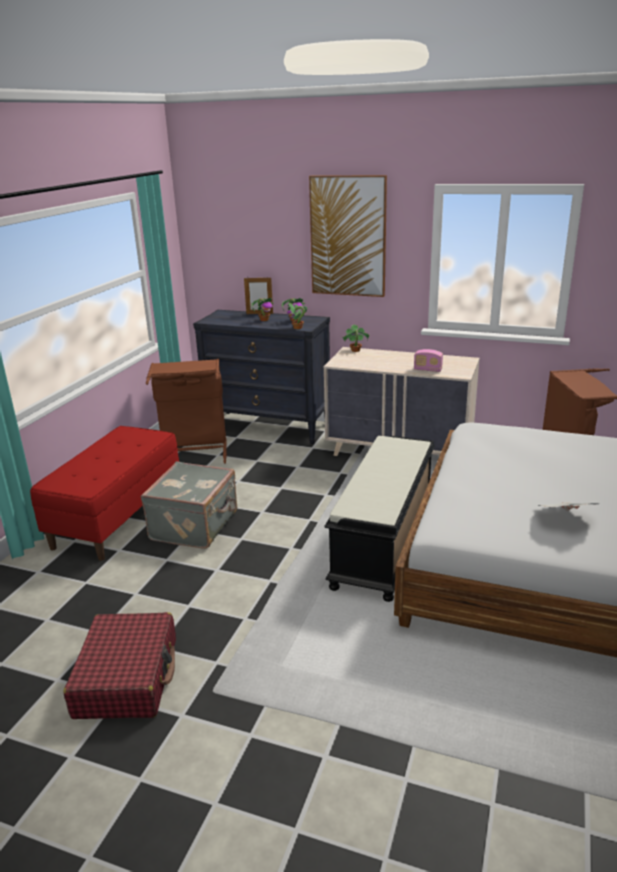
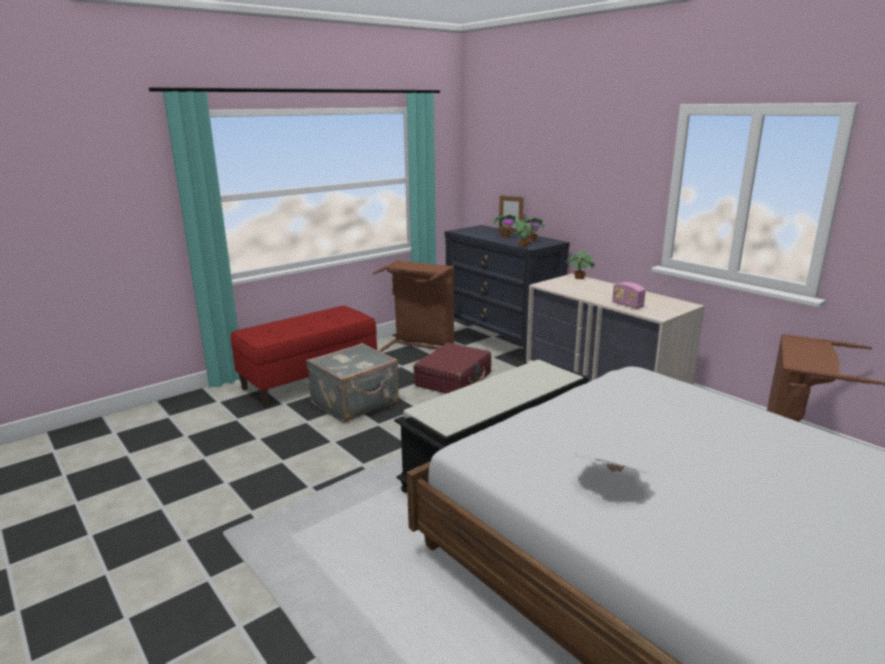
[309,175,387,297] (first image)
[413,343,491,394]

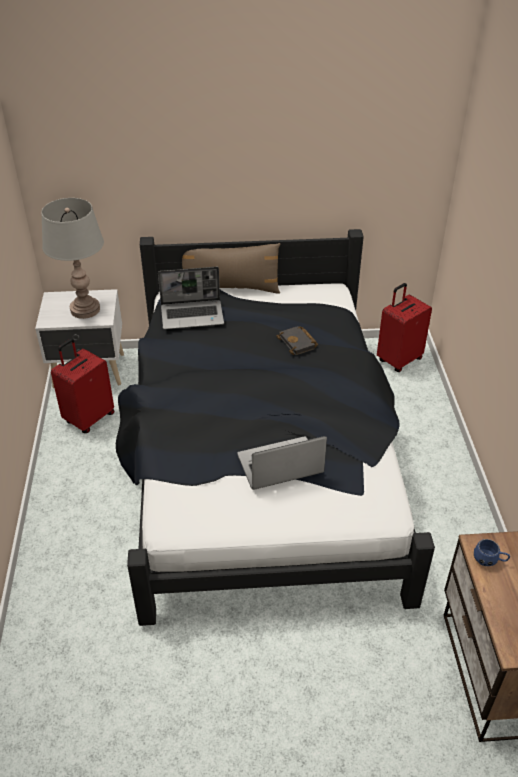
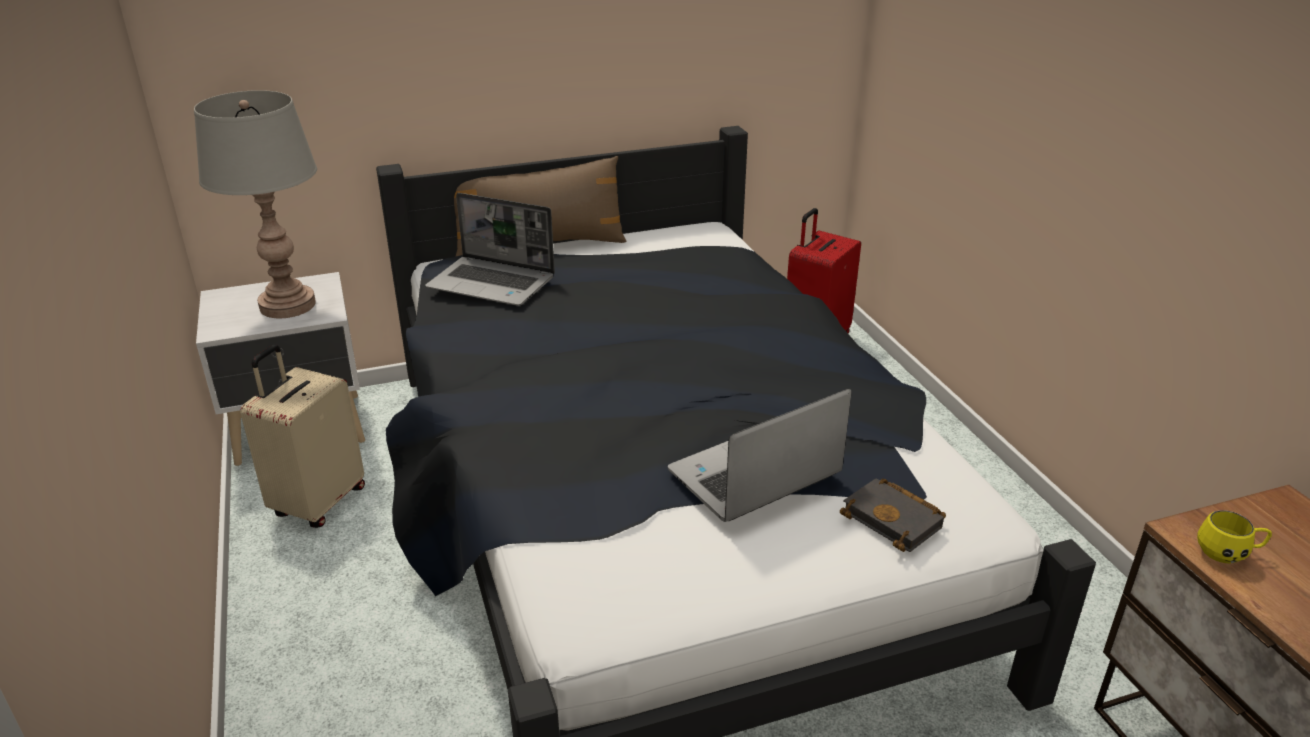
[425,193,555,306]
[840,478,946,552]
[240,345,365,528]
[1197,510,1272,563]

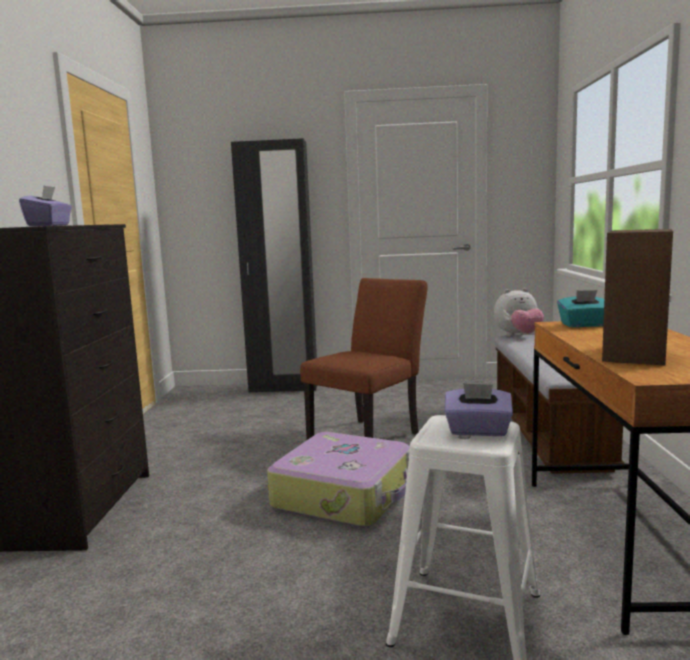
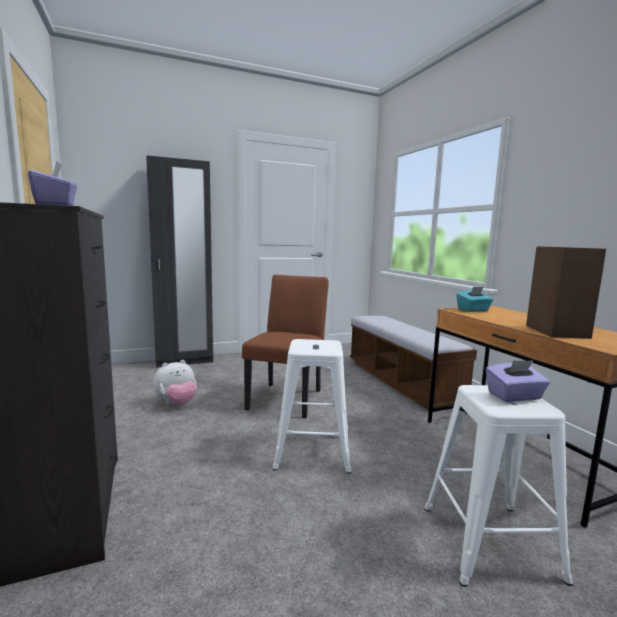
[153,360,197,405]
[272,339,351,474]

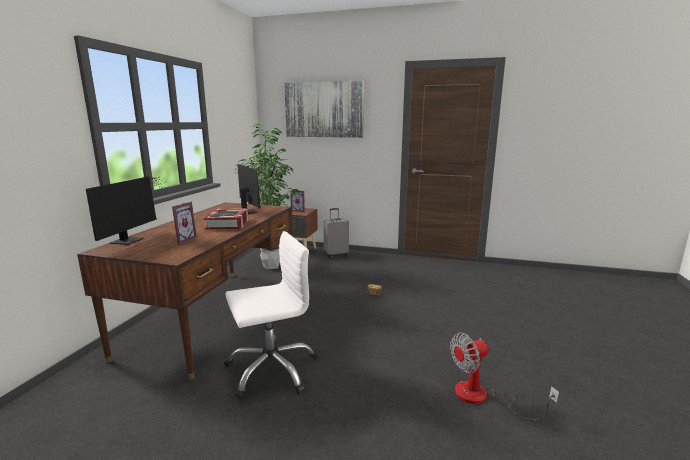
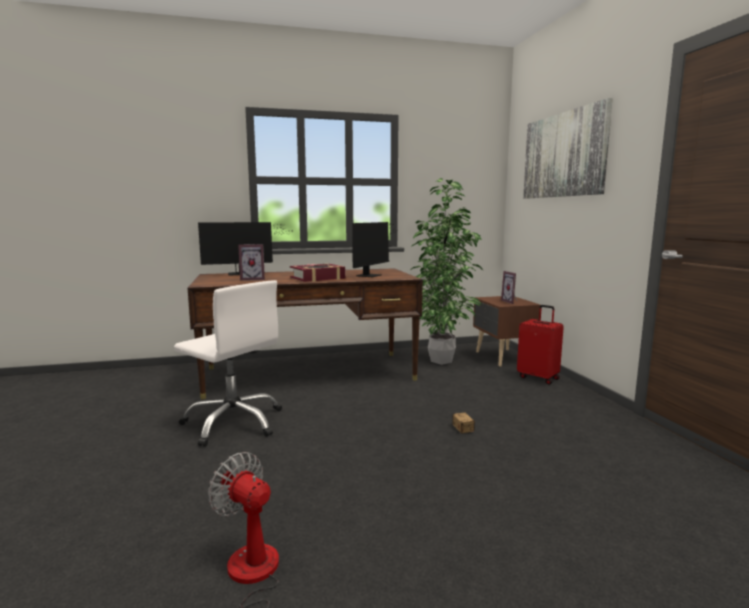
[517,305,564,384]

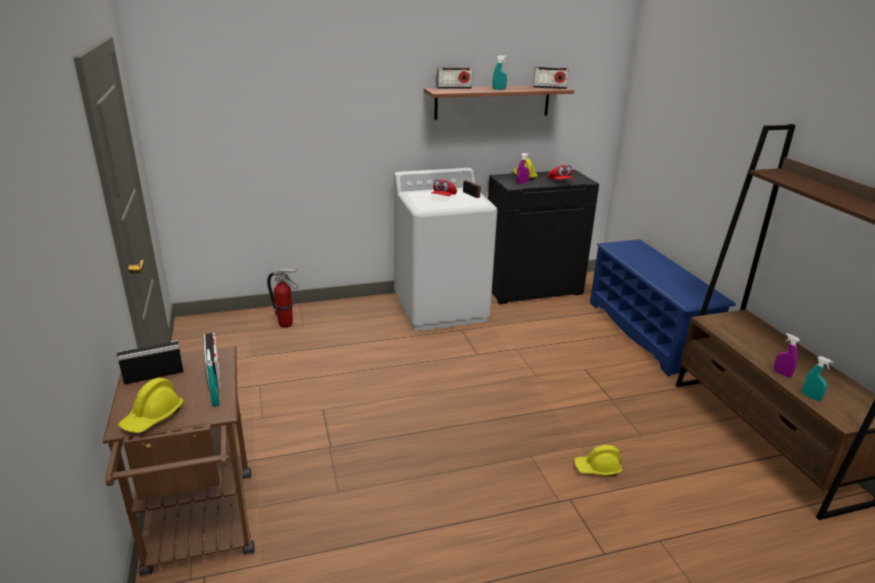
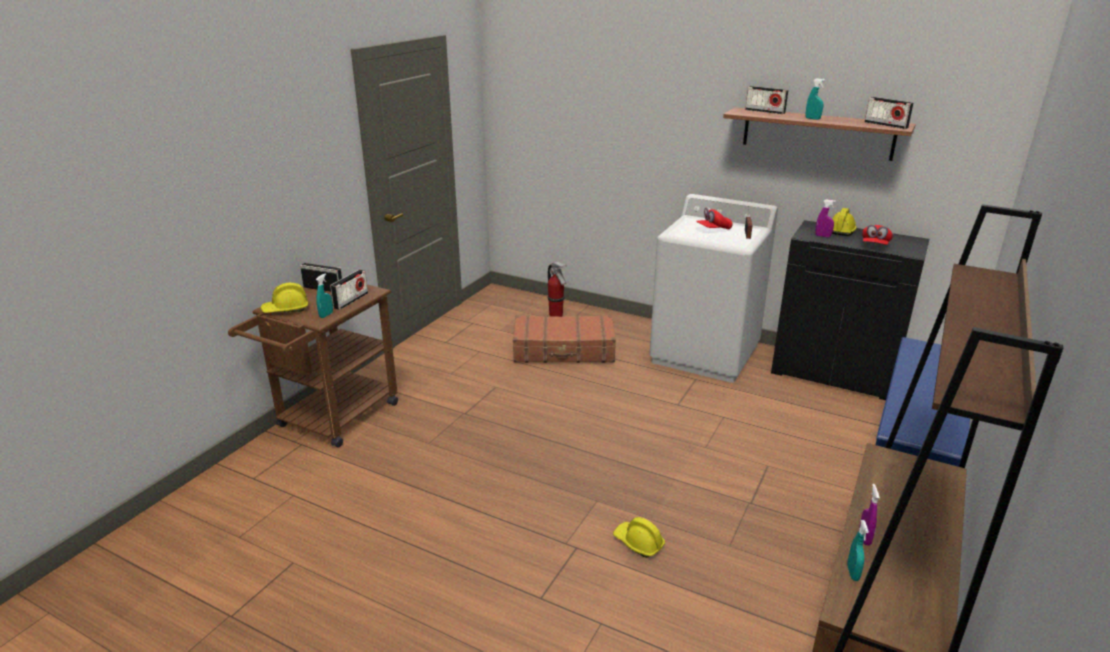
[513,315,616,363]

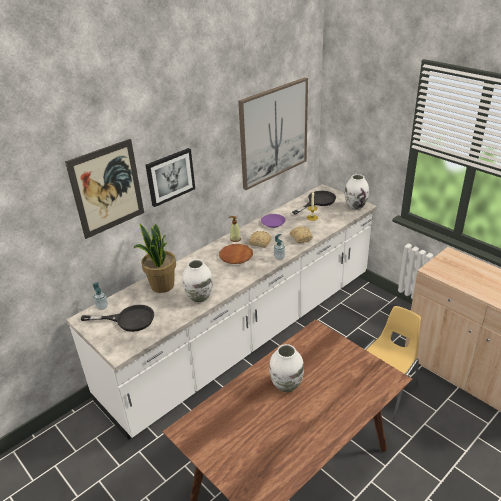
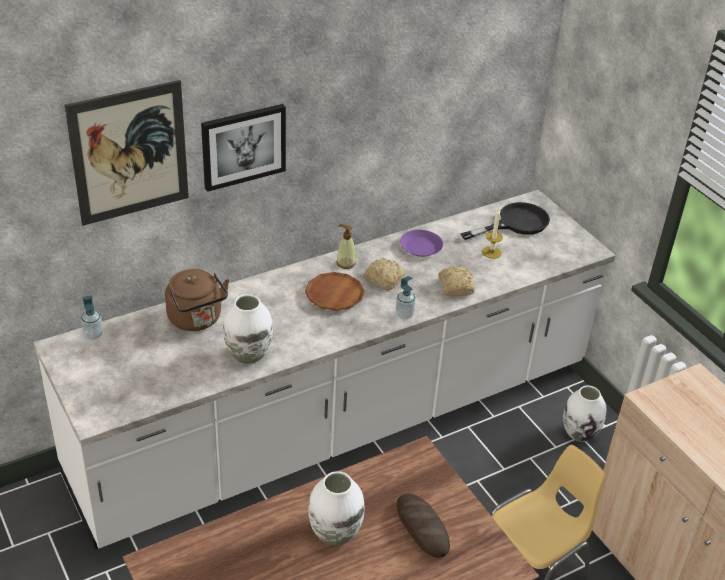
[238,77,308,190] (first image)
[563,386,607,442]
[165,269,229,331]
[81,305,154,332] (first image)
[396,493,450,558]

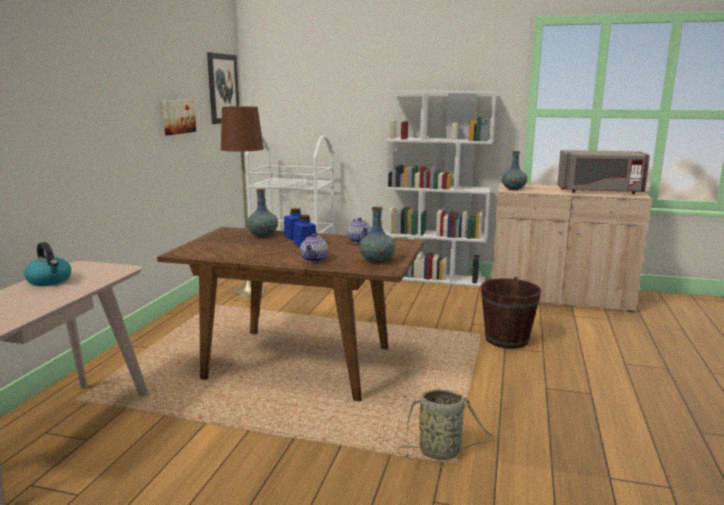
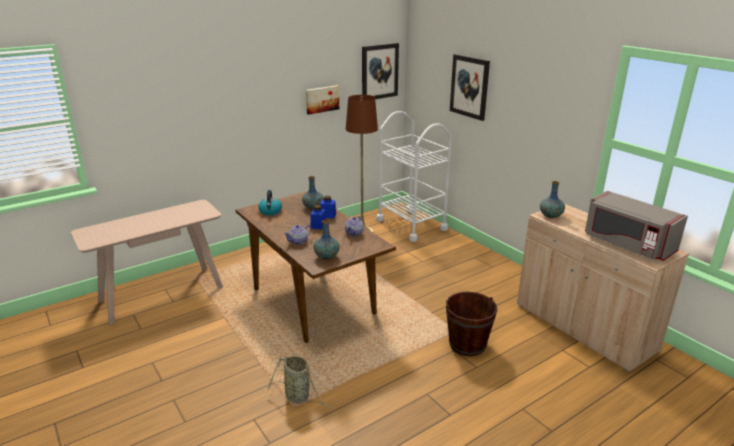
[385,91,497,287] (first image)
[258,190,282,215]
[450,54,490,121]

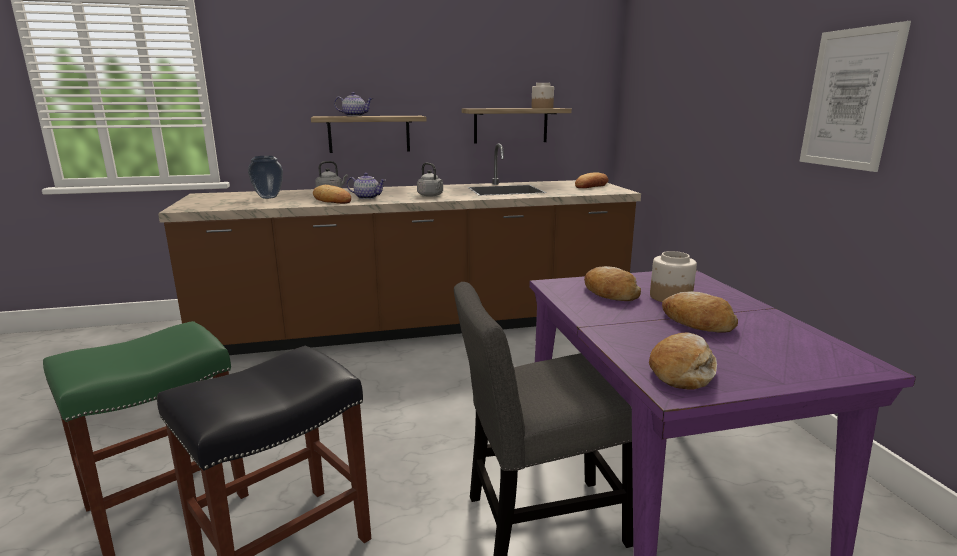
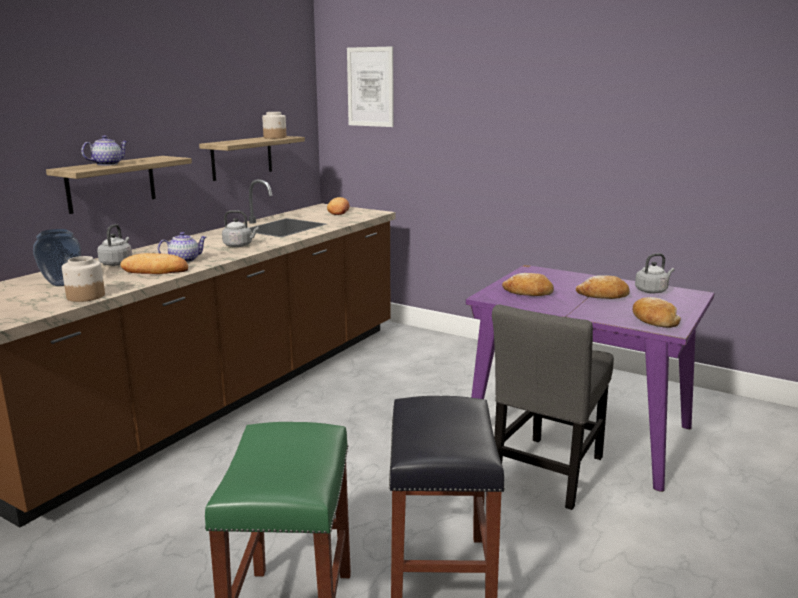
[347,46,393,127]
[62,256,105,302]
[635,253,674,293]

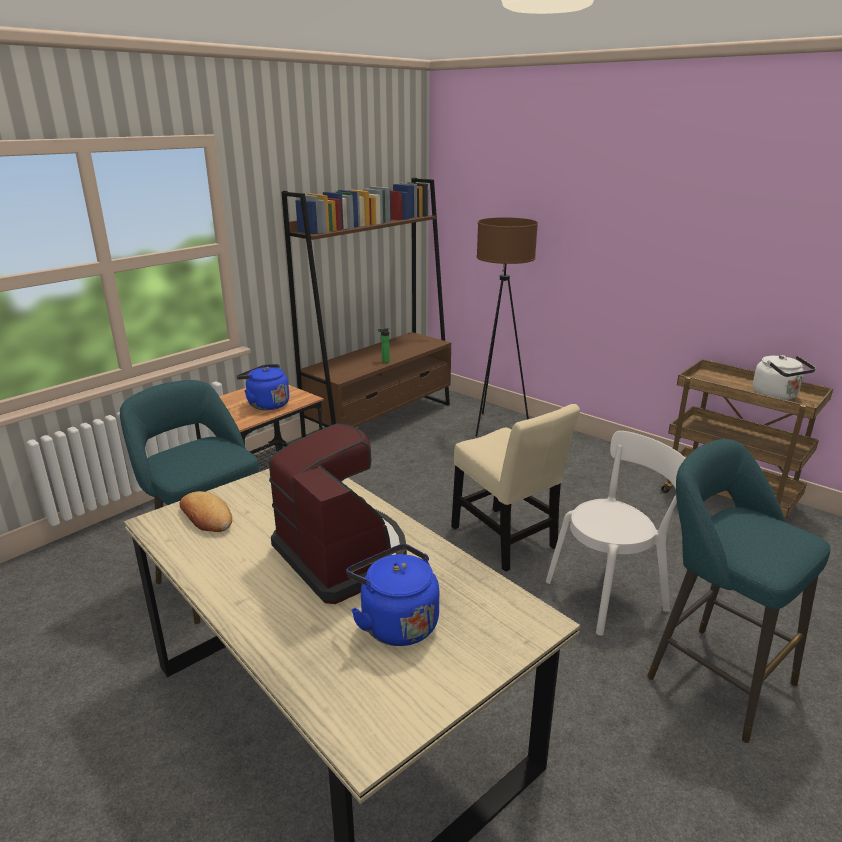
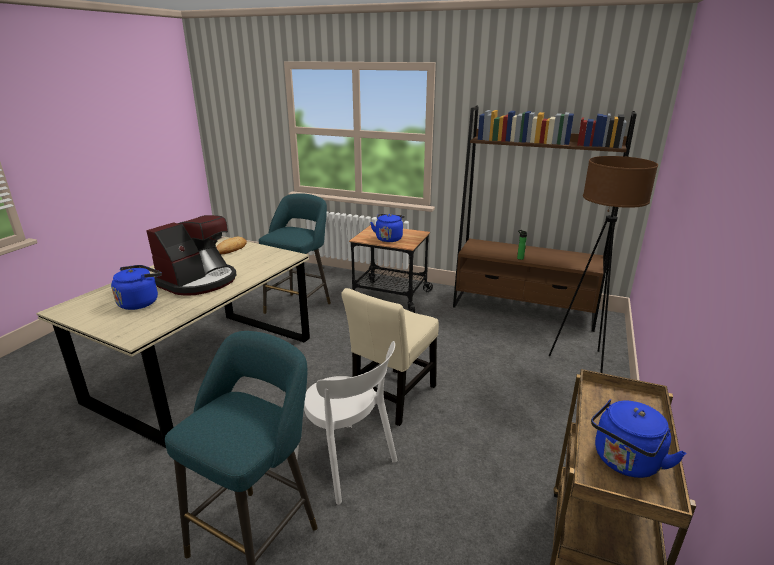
[591,400,686,478]

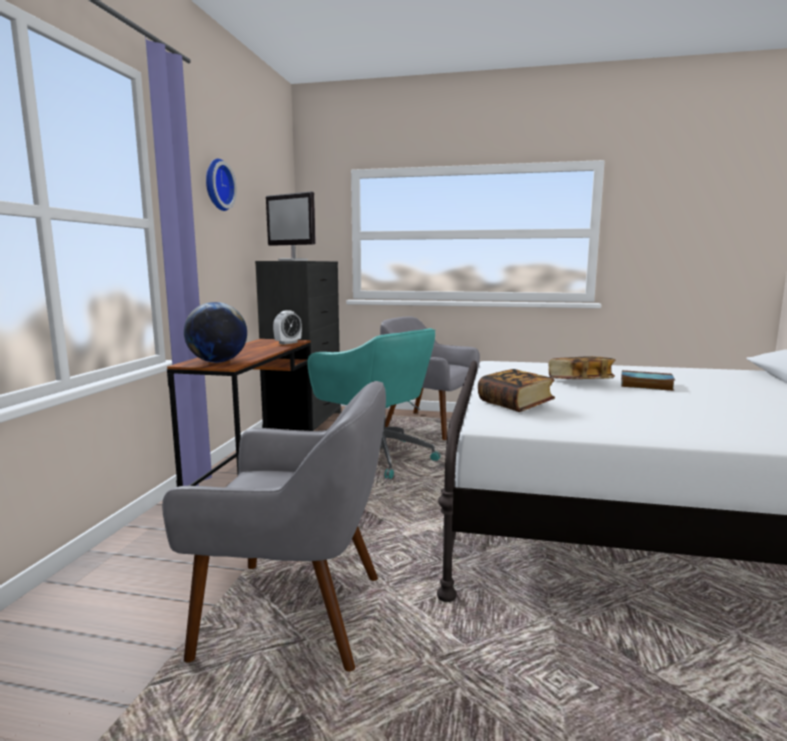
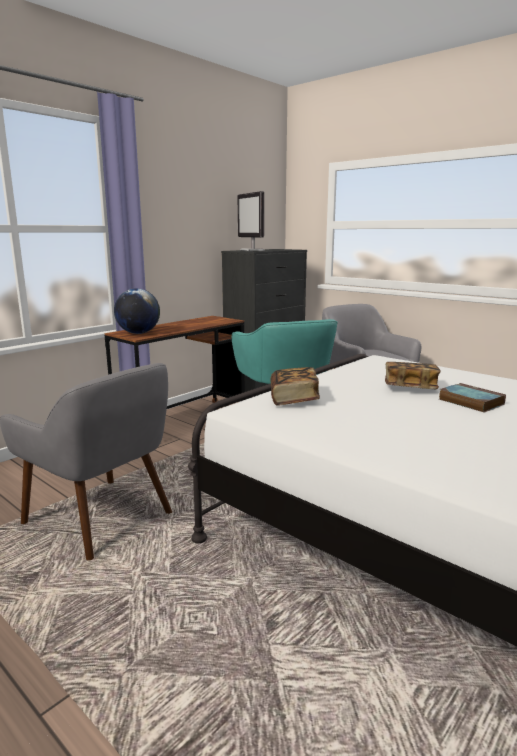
[206,159,237,211] (first image)
[273,310,302,345] (first image)

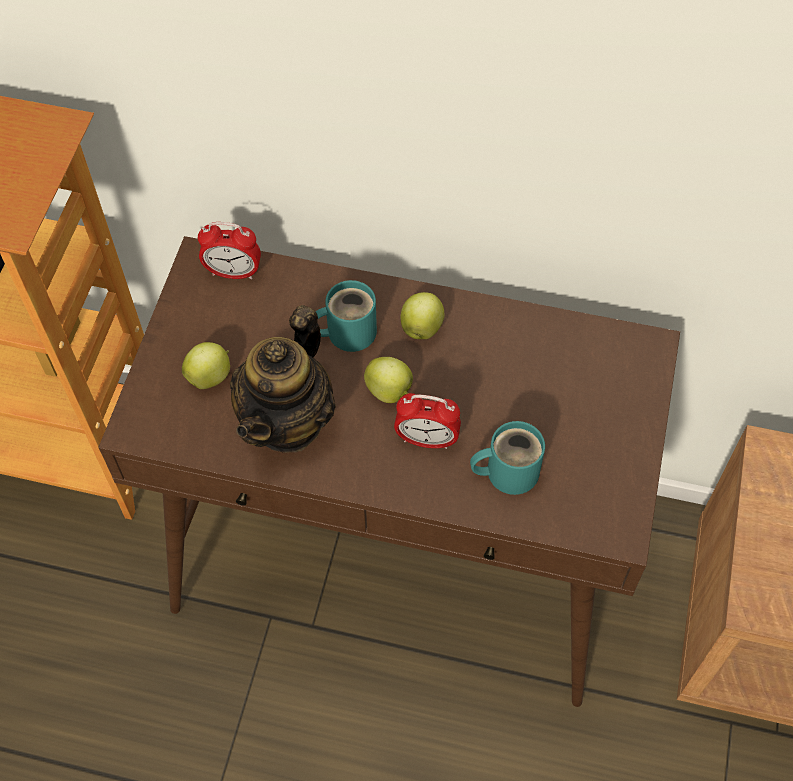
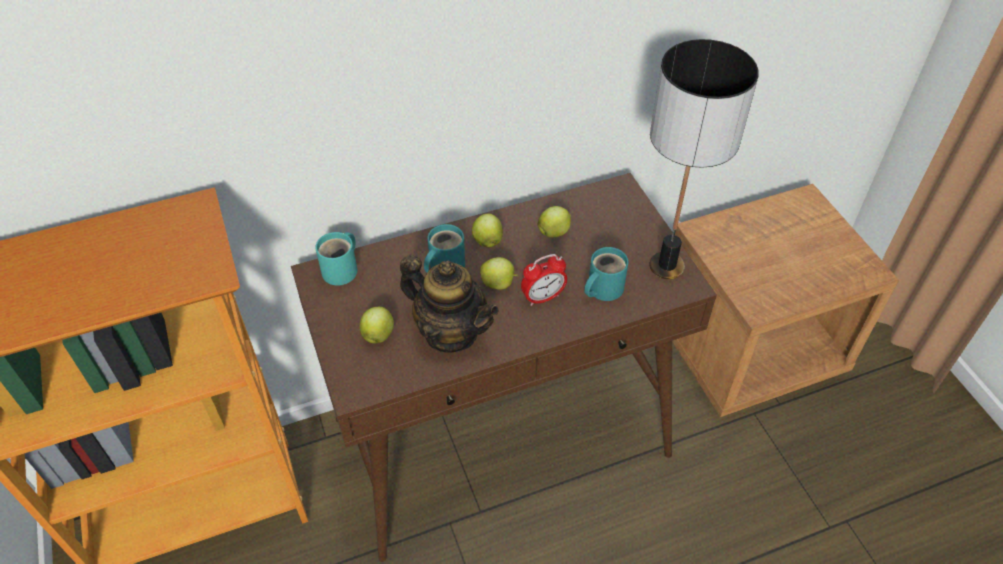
[315,232,357,286]
[400,255,499,353]
[650,39,759,279]
[538,206,571,237]

